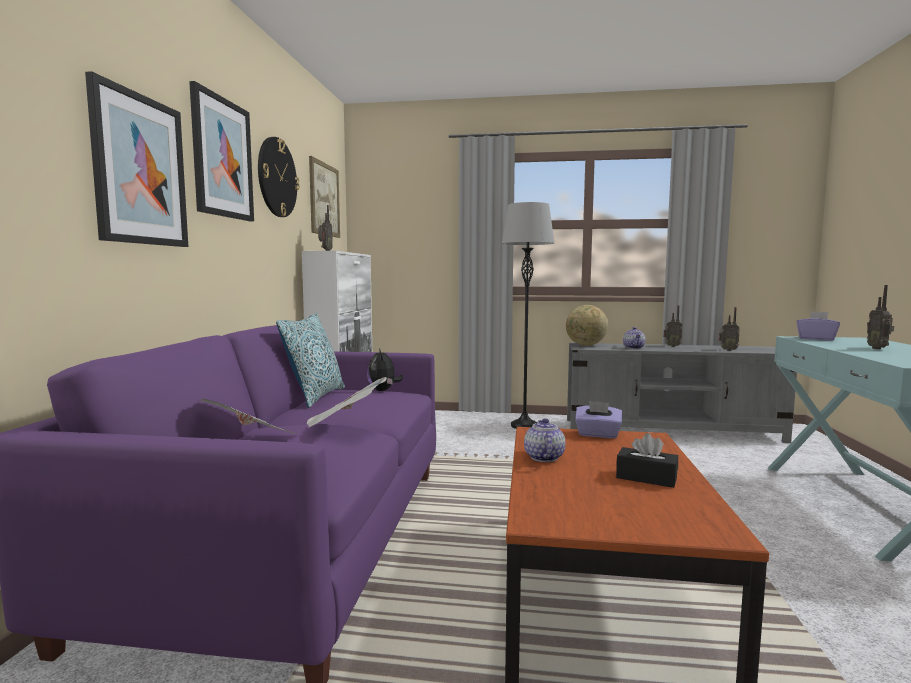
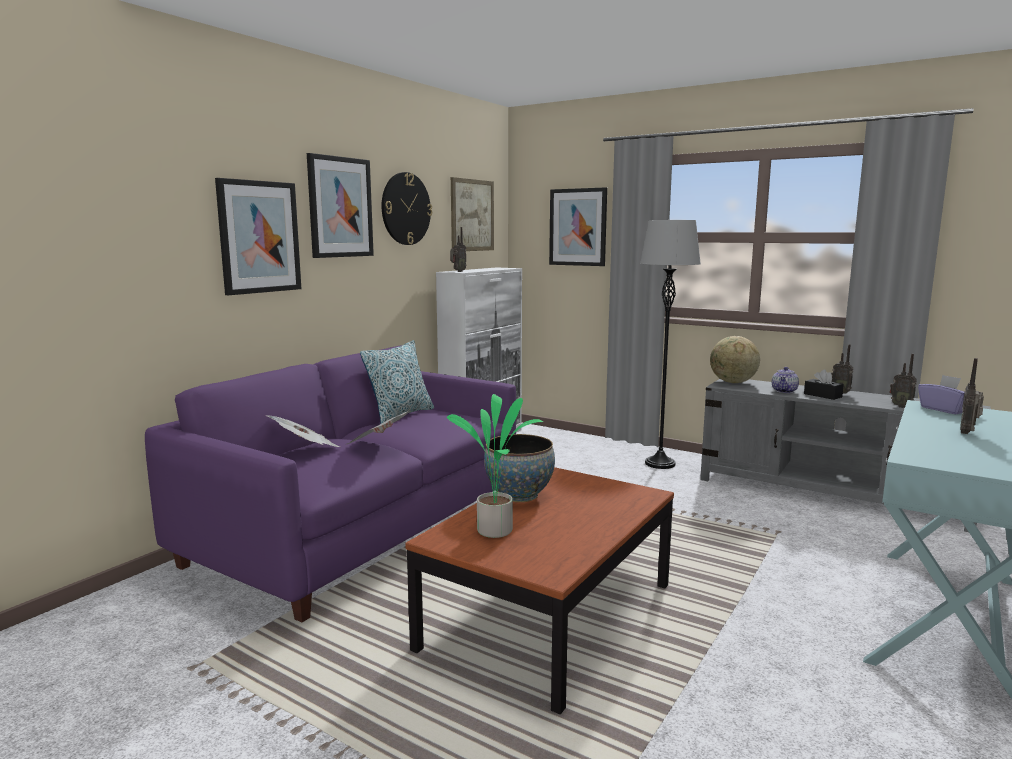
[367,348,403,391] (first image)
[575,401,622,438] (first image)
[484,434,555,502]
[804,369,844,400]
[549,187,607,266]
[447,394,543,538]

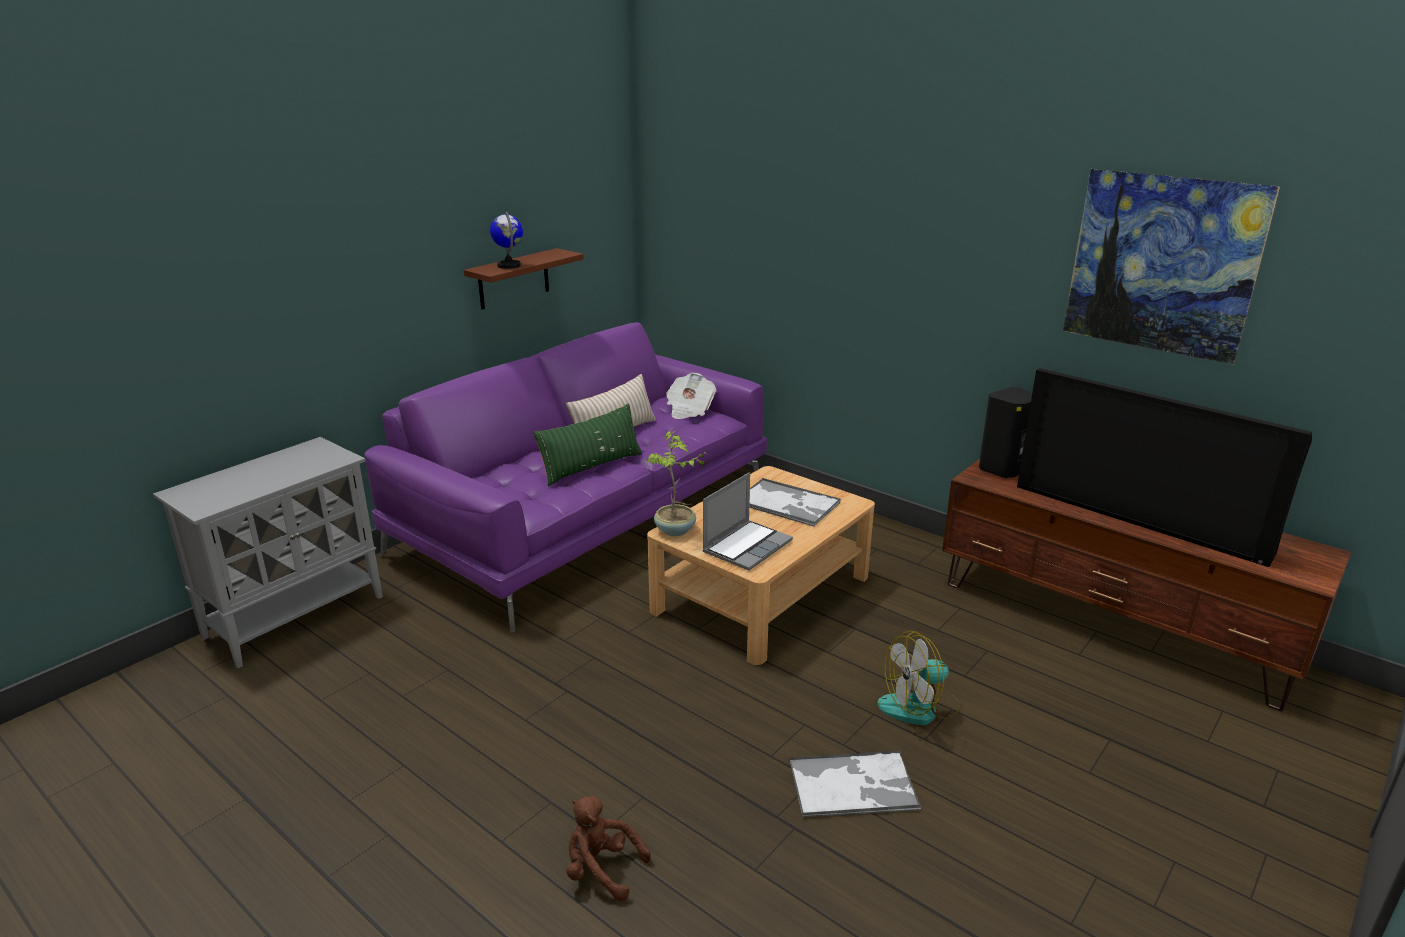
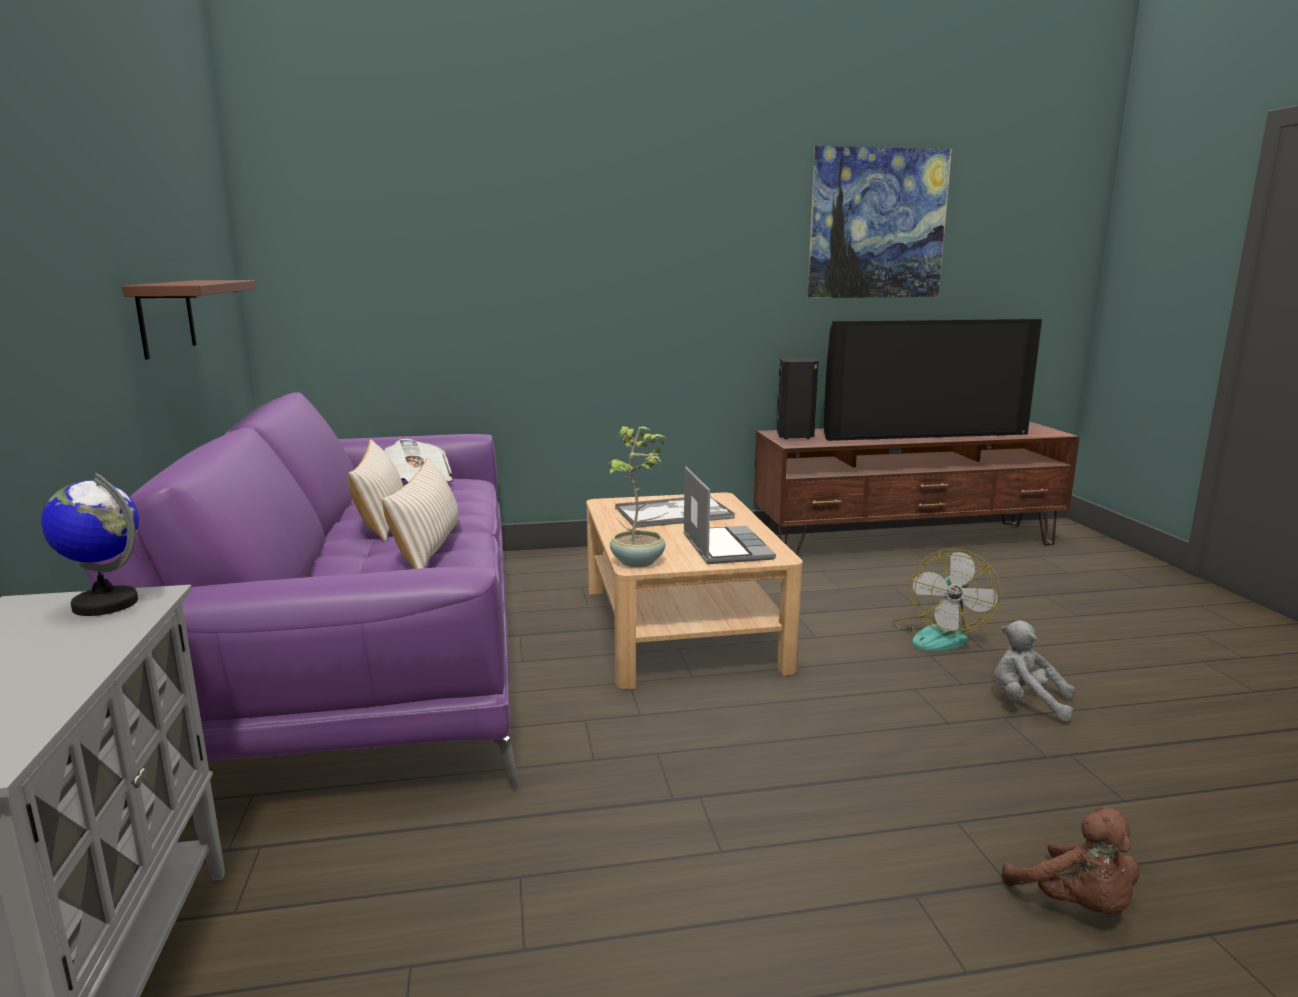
[41,473,139,616]
[382,457,459,569]
[995,621,1075,721]
[1002,806,1139,915]

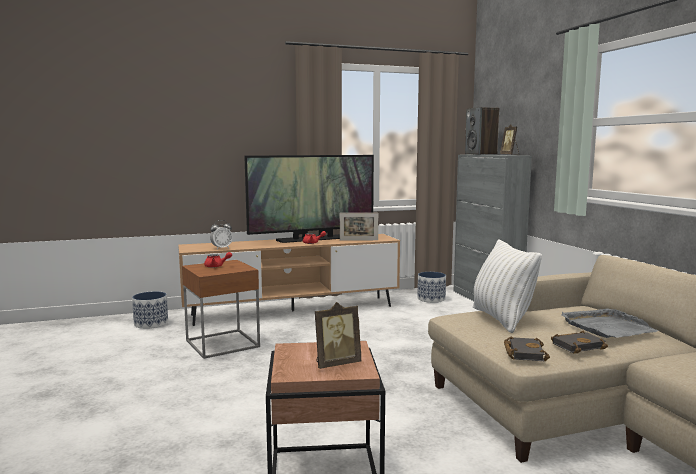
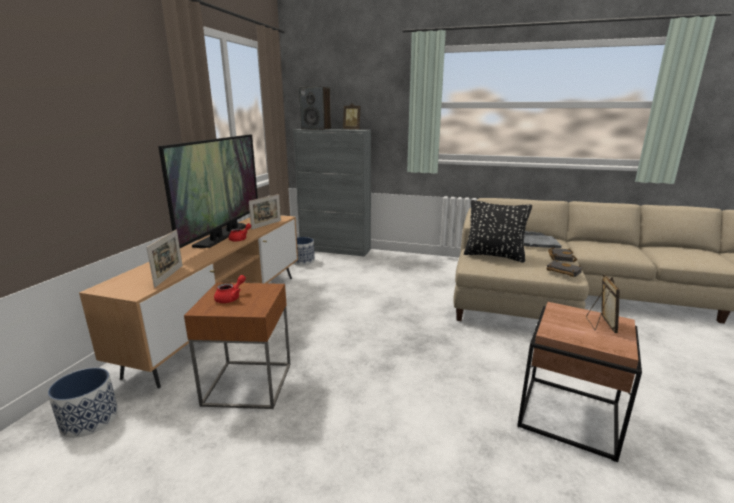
[146,230,183,288]
[464,200,532,263]

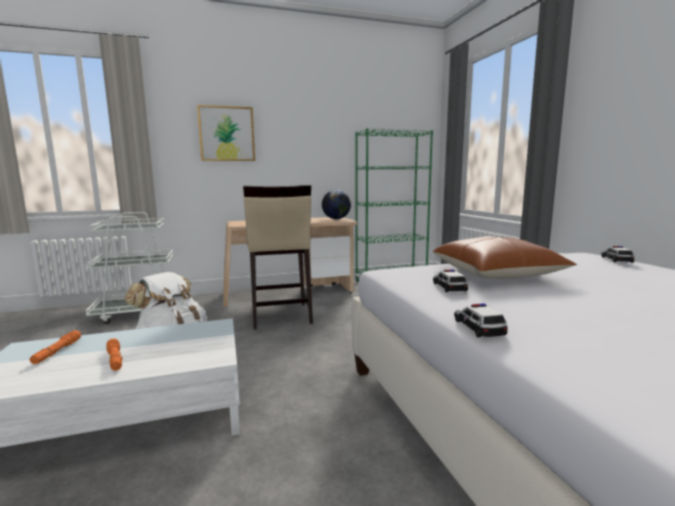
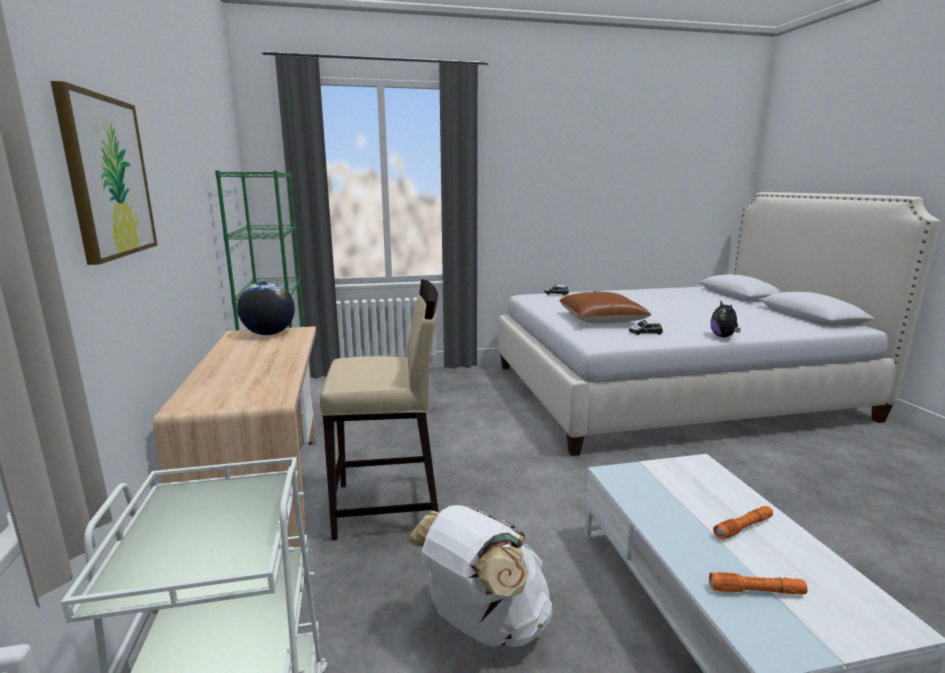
[711,300,741,337]

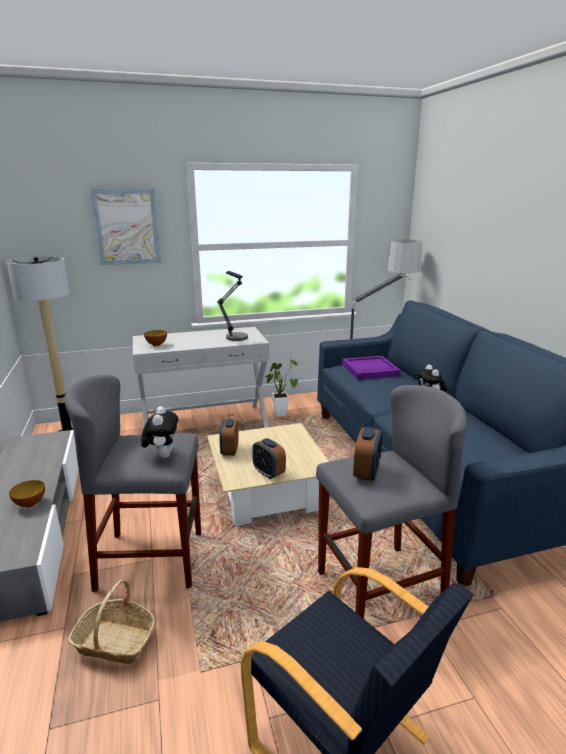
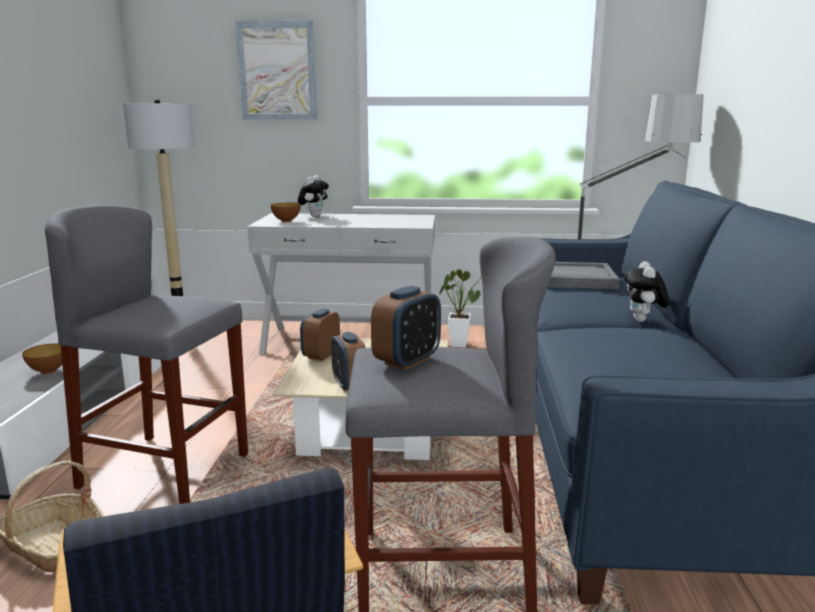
[217,271,248,341] (first image)
[548,262,619,289]
[298,175,329,217]

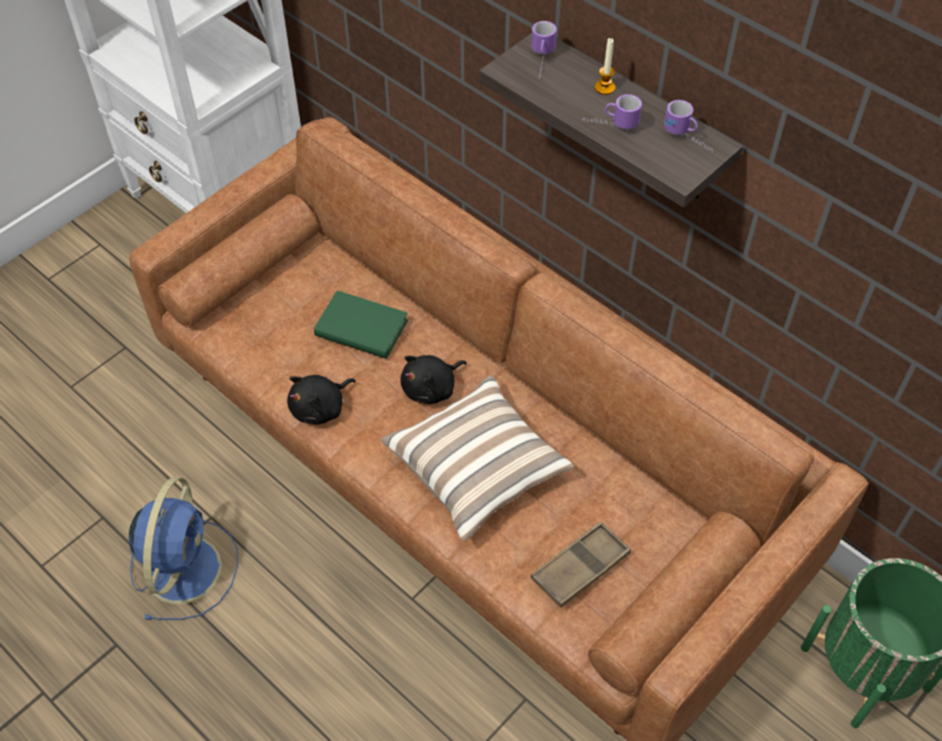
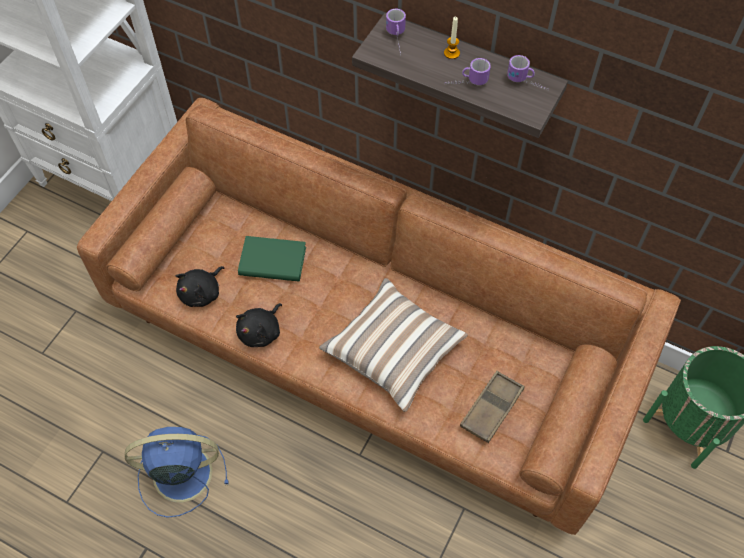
[176,266,224,307]
[125,427,229,518]

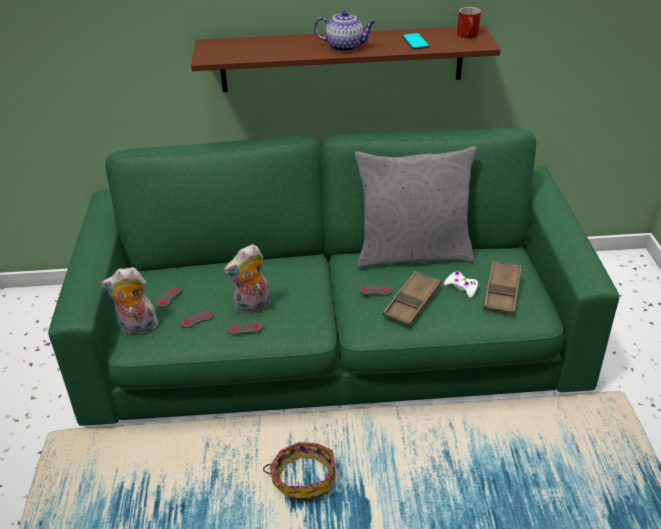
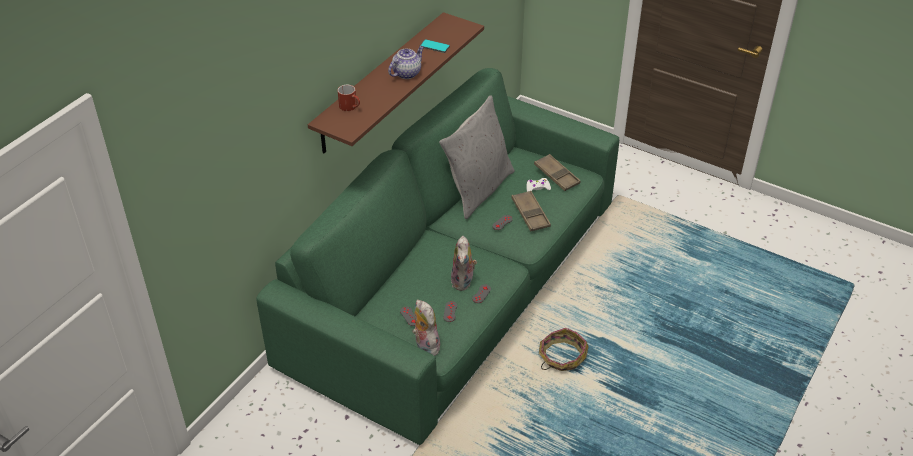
[337,85,360,111]
[412,300,440,356]

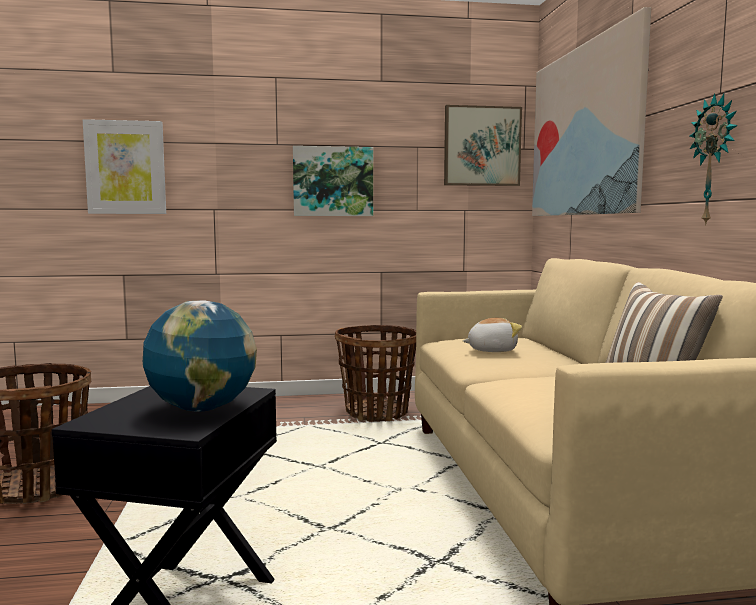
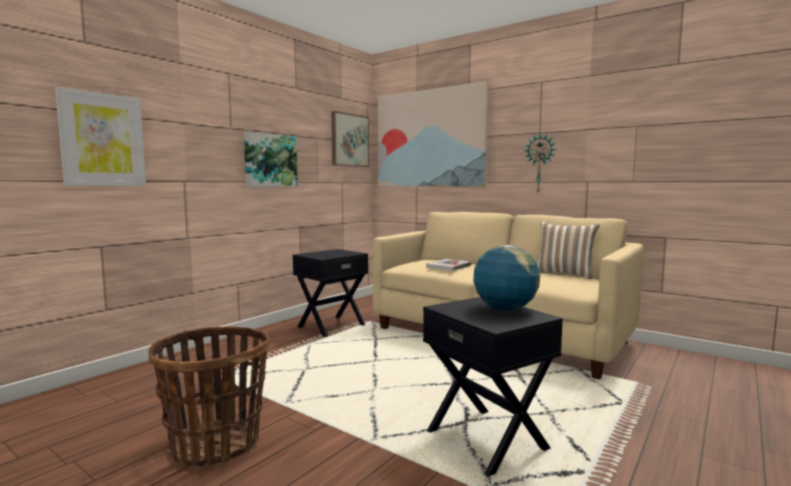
[426,259,471,271]
[293,249,368,337]

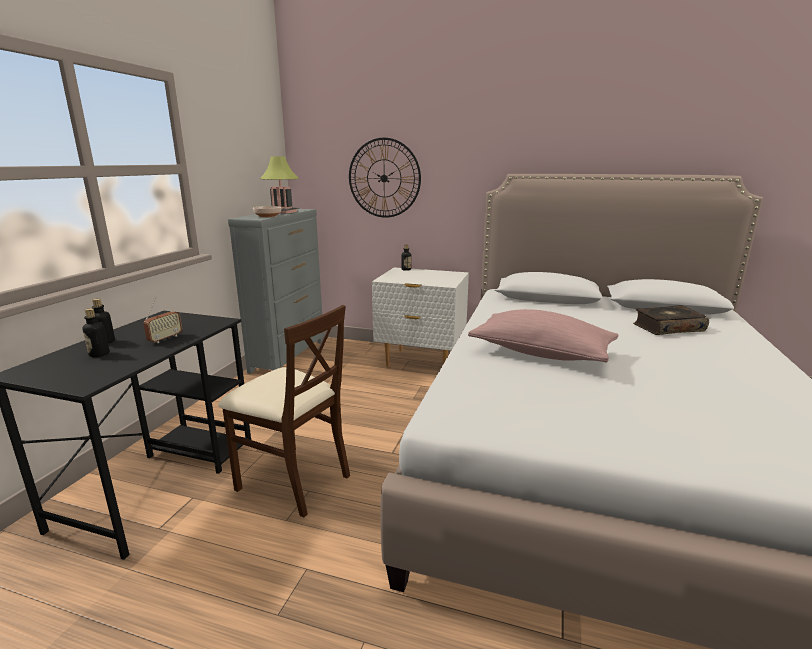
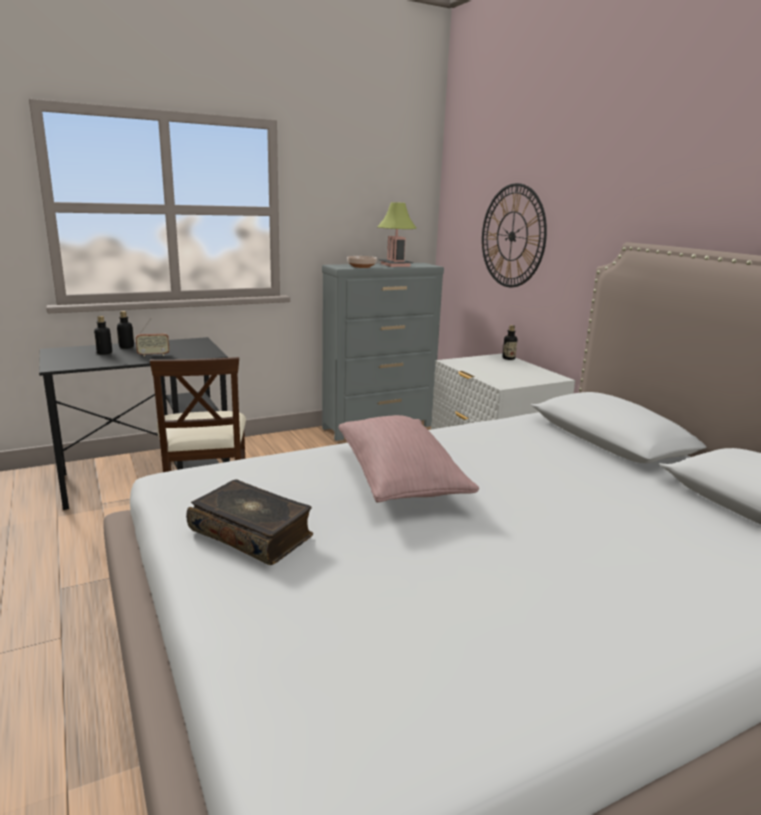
[186,479,313,565]

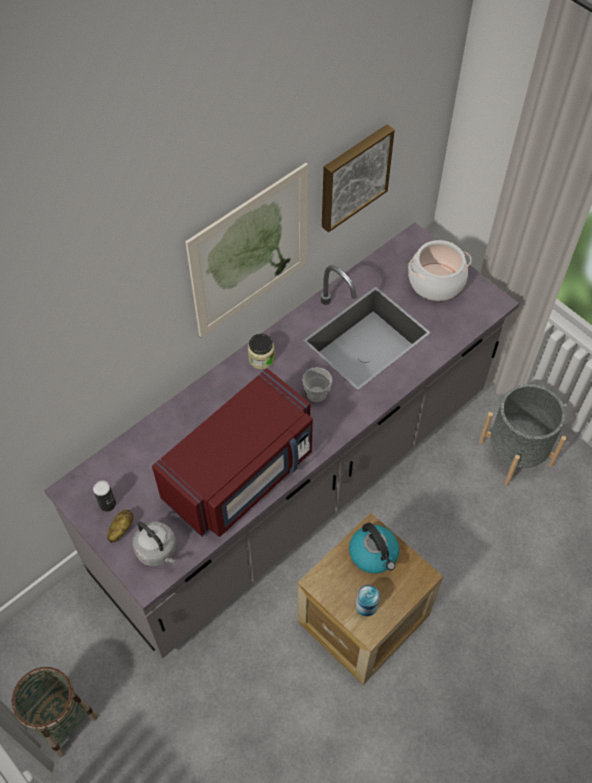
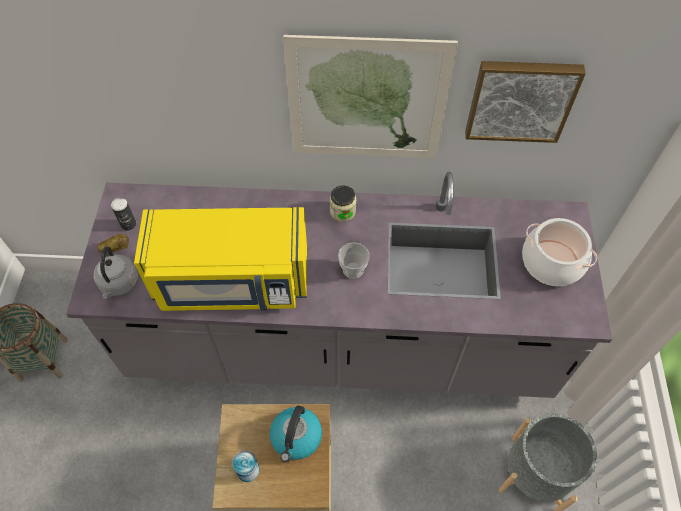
[134,207,307,311]

